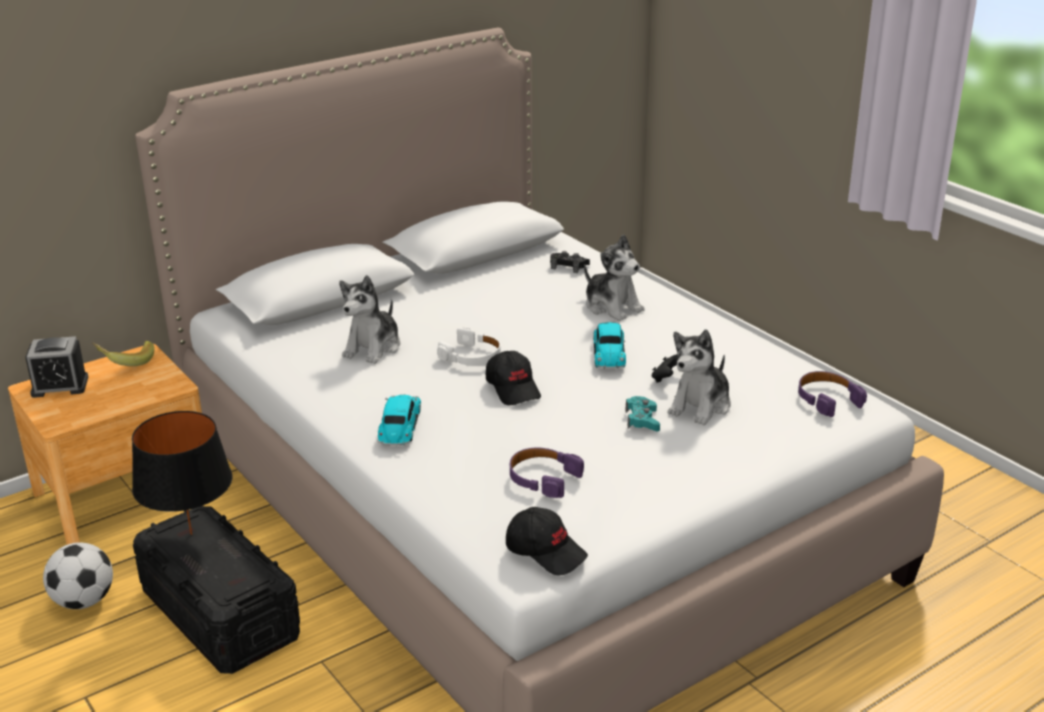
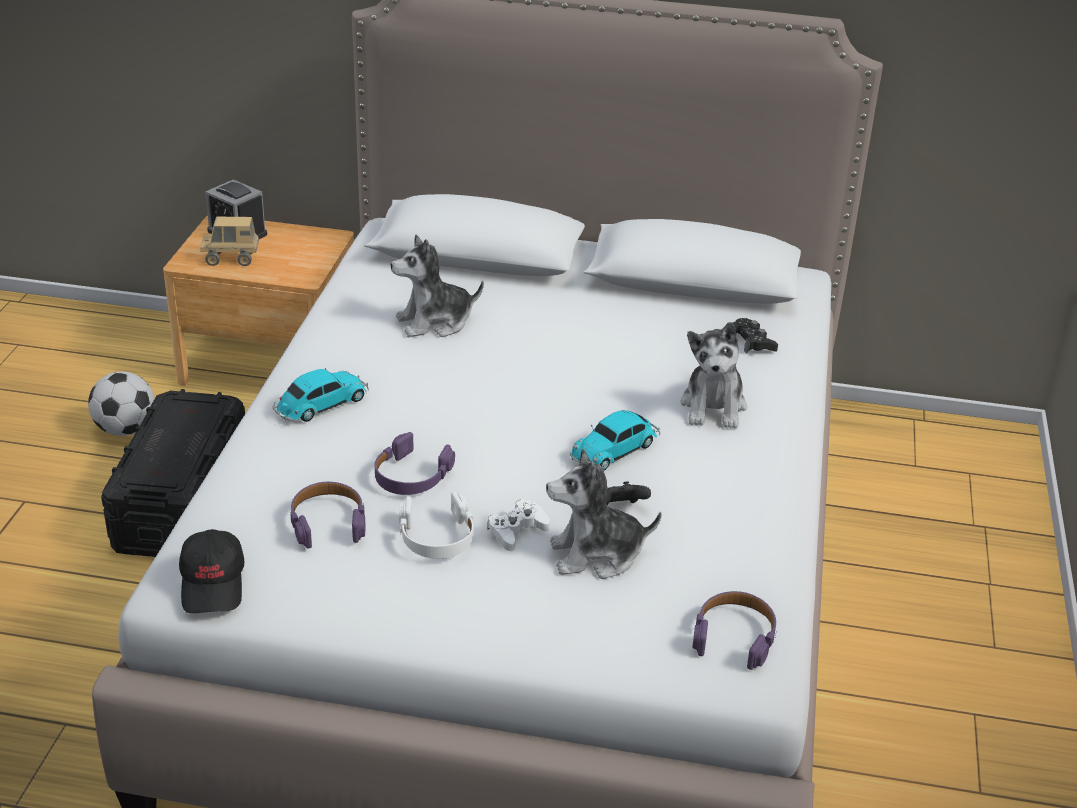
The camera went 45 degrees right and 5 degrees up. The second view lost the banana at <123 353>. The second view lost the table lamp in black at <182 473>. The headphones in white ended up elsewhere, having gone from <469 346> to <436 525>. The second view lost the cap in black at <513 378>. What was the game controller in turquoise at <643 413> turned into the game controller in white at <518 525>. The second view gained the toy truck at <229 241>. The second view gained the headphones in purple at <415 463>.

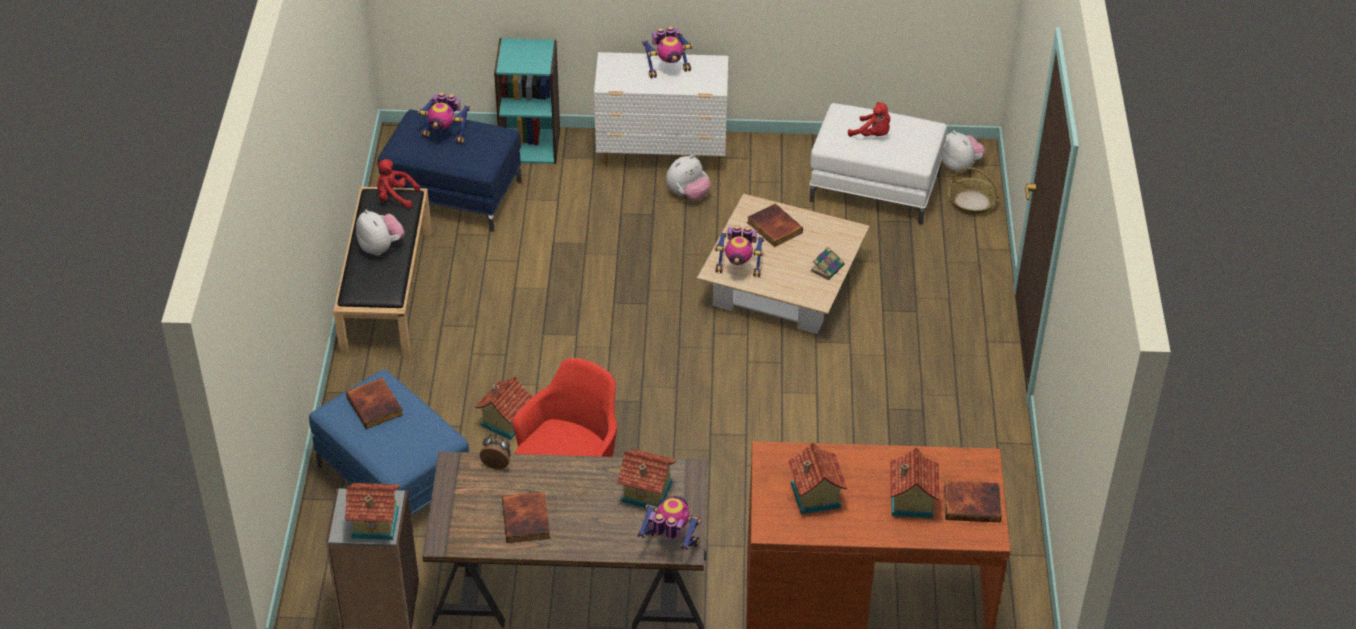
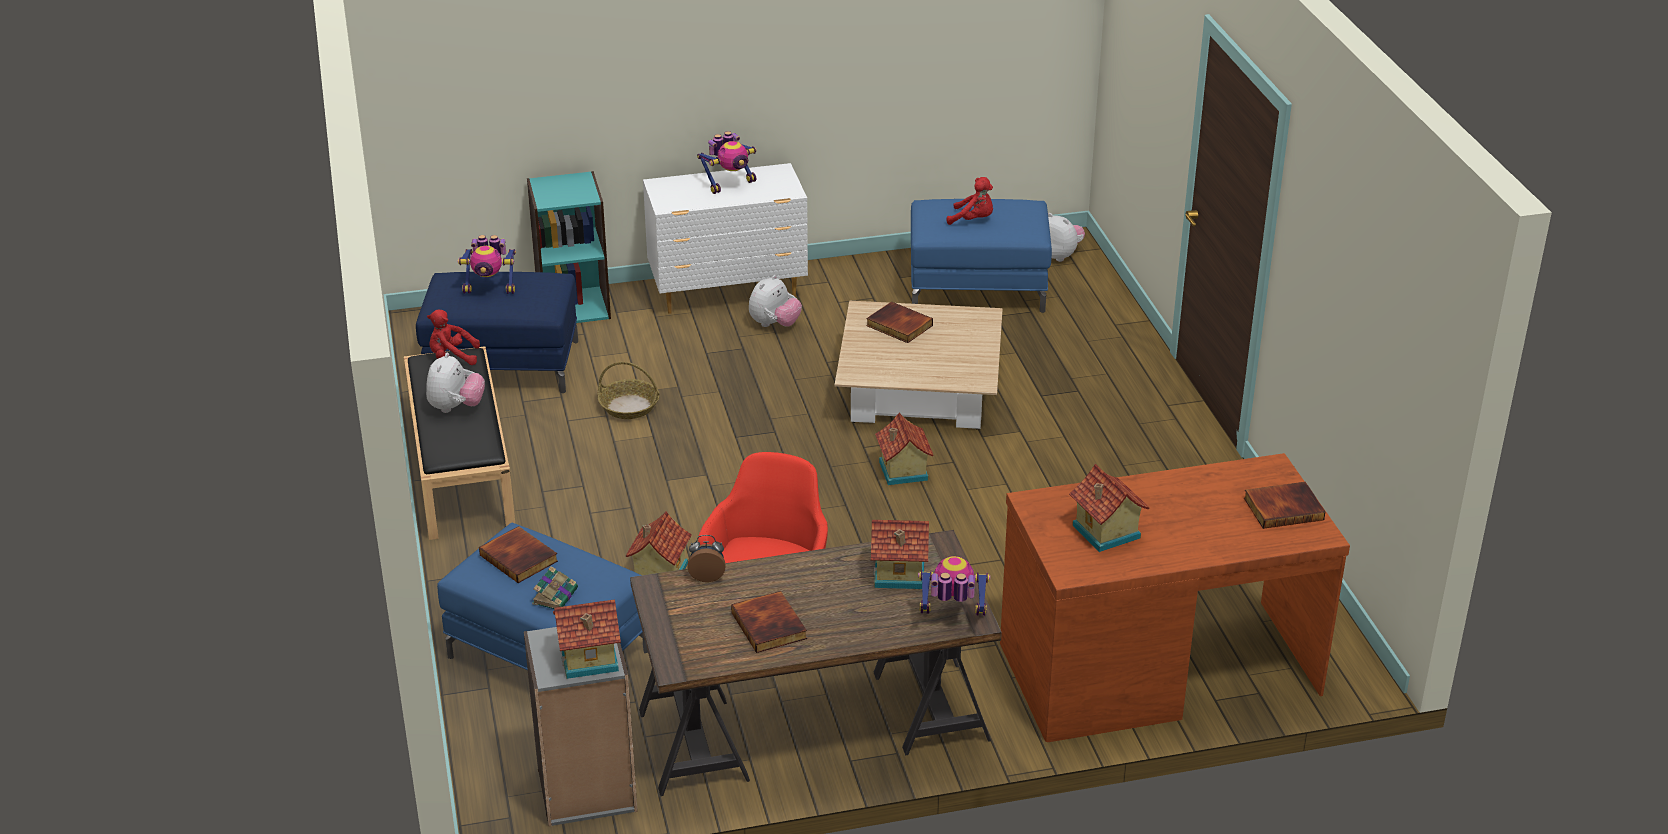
The camera went 15 degrees left and 10 degrees down. The plush toy at <380 233> ended up facing another way, 60 degrees clockwise from before. The second view lost the toy robot at <739 251>. What was the ottoman in white at <878 164> turned into the ottoman in blue at <981 256>. The book ended up elsewhere, having gone from <827 263> to <555 587>. The toy house ended up elsewhere, having gone from <915 482> to <904 449>. The basket ended up elsewhere, having gone from <973 190> to <629 390>.

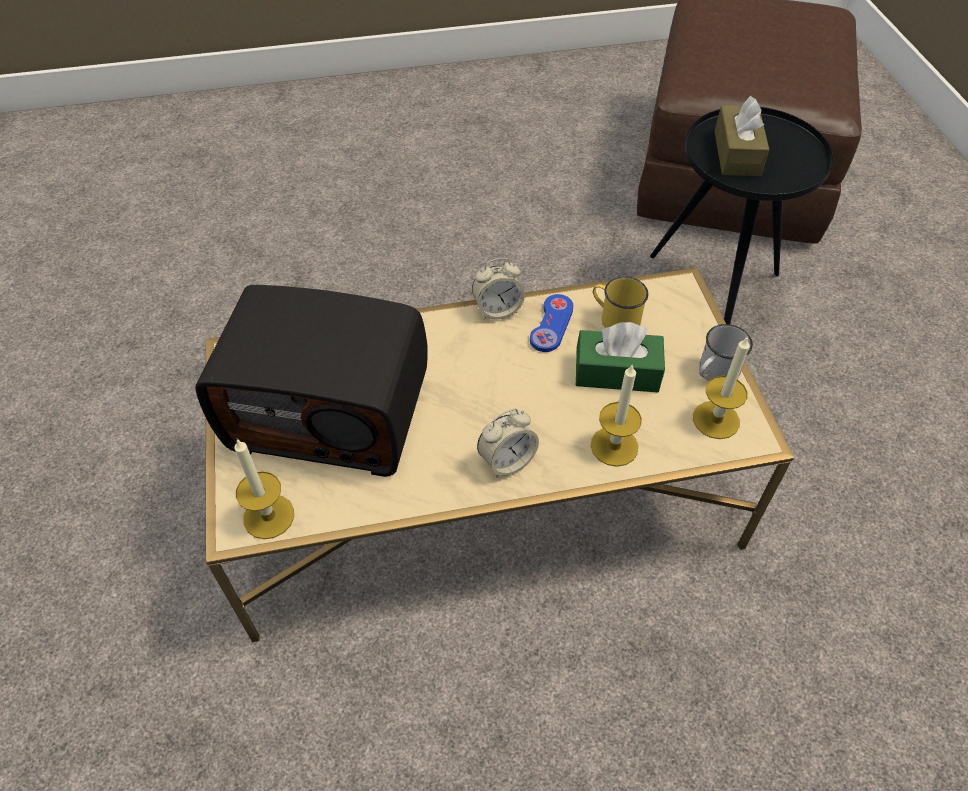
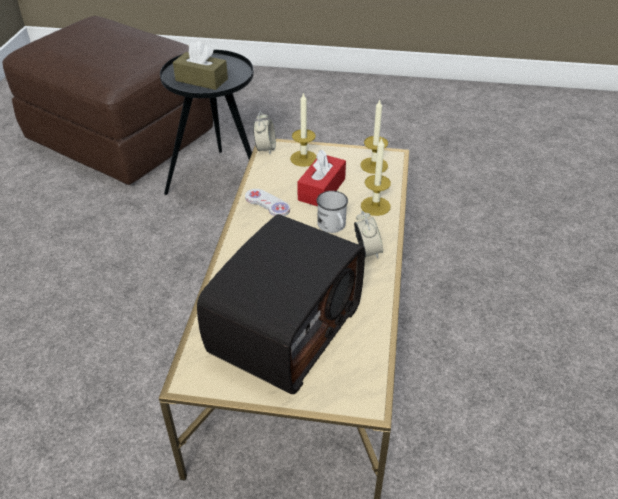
The camera went 70 degrees left and 10 degrees down. The candle ended up elsewhere, having gone from <264 489> to <303 129>. The alarm clock ended up elsewhere, having gone from <498 288> to <264 132>. What was the game controller in blue at <551 323> turned into the game controller in white at <267 202>. What was the tissue box in green at <620 357> turned into the tissue box in red at <321 178>. The second view lost the mug in yellow at <621 302>. The mug in white ended up elsewhere, having gone from <726 352> to <332 212>.

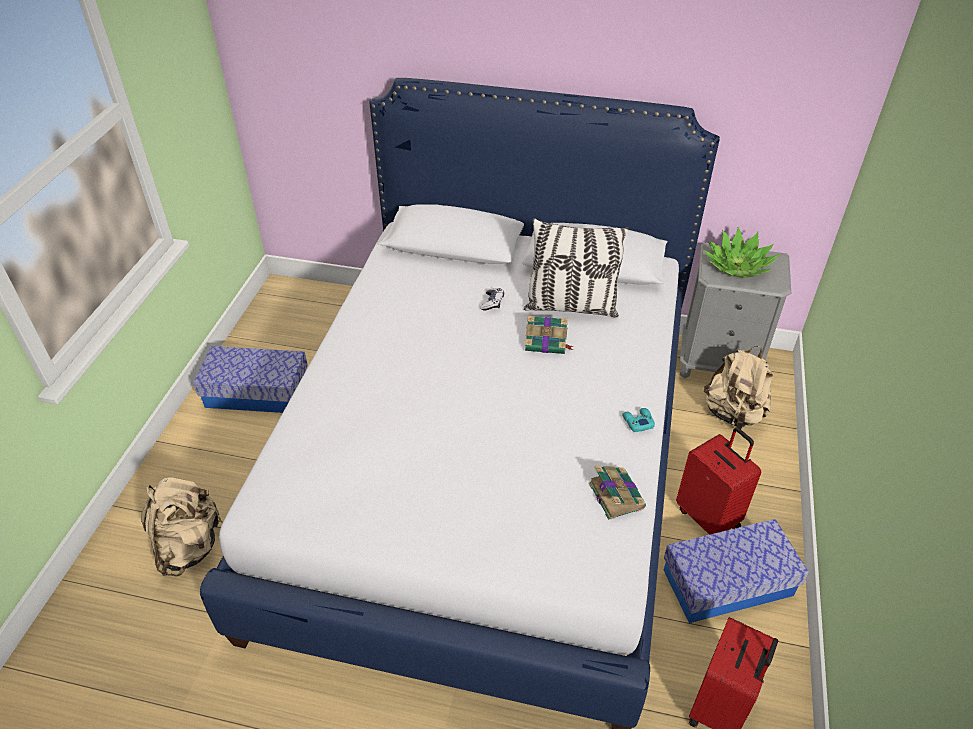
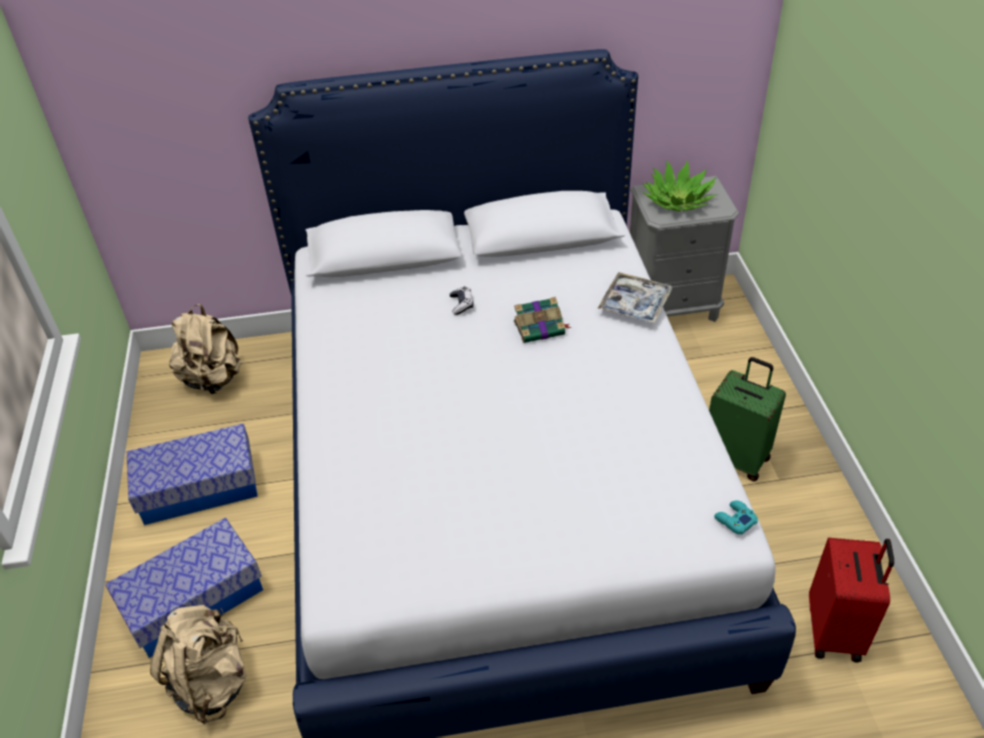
The camera went 20 degrees left and 0 degrees up. The second view lost the pillow at <576 267>. The second view lost the book at <617 493>. The game controller in turquoise ended up elsewhere, having gone from <638 420> to <736 517>. The storage box ended up elsewhere, having gone from <736 571> to <184 588>. What was the suitcase in red at <718 481> turned into the suitcase in green at <747 419>. The backpack in beige ended up elsewhere, having gone from <738 387> to <205 349>. The second view gained the tray at <634 298>.

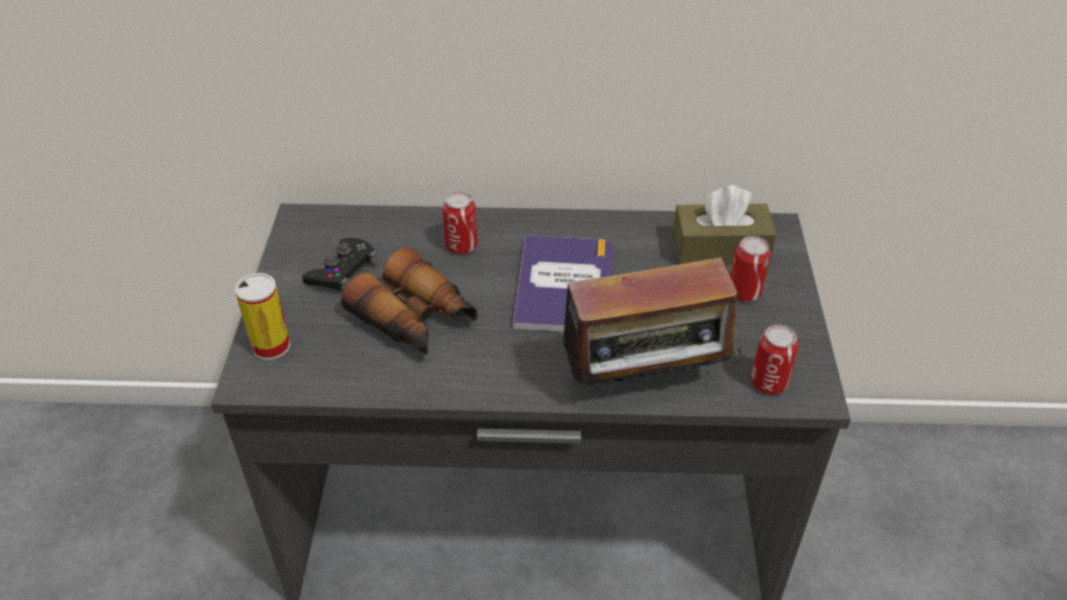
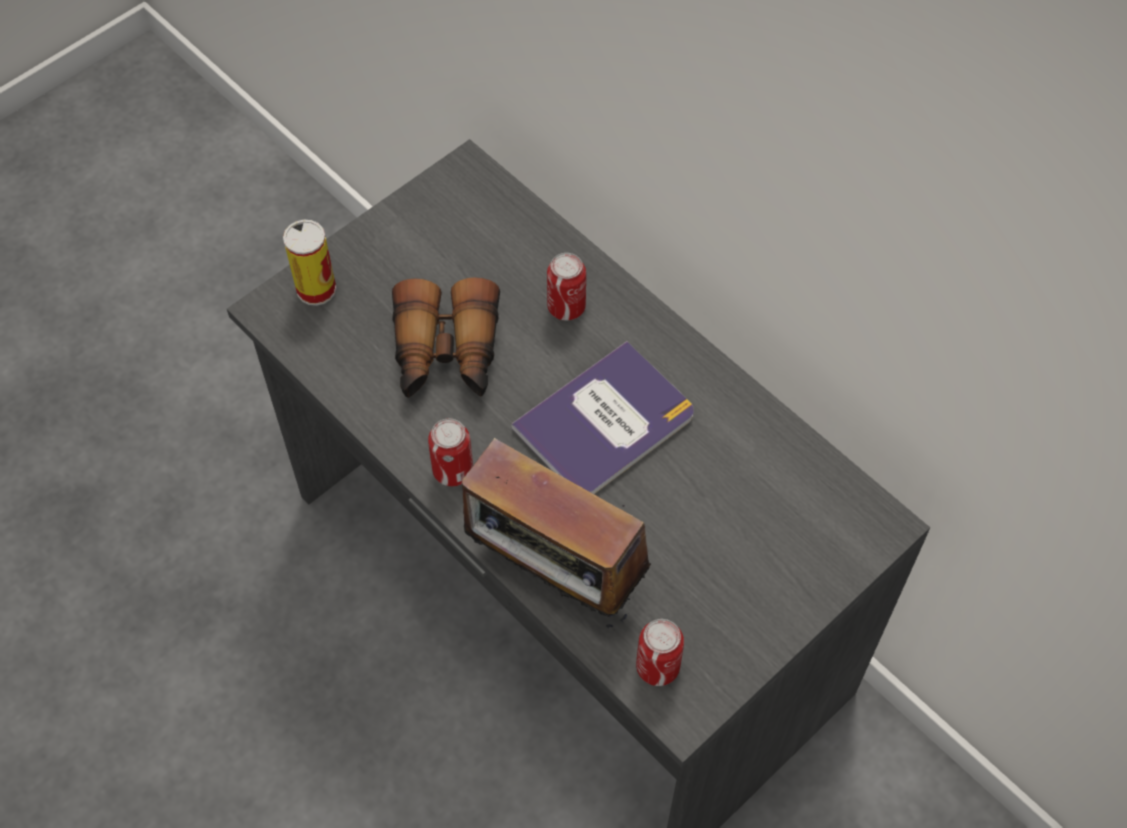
The camera went 45 degrees right and 15 degrees up. The second view lost the game controller in black at <340 265>. The second view lost the tissue box in brown at <725 225>. The can ended up elsewhere, having gone from <750 268> to <450 452>.

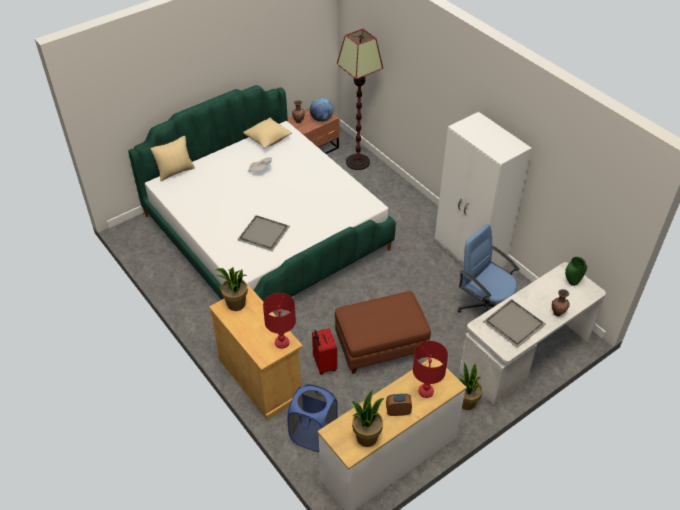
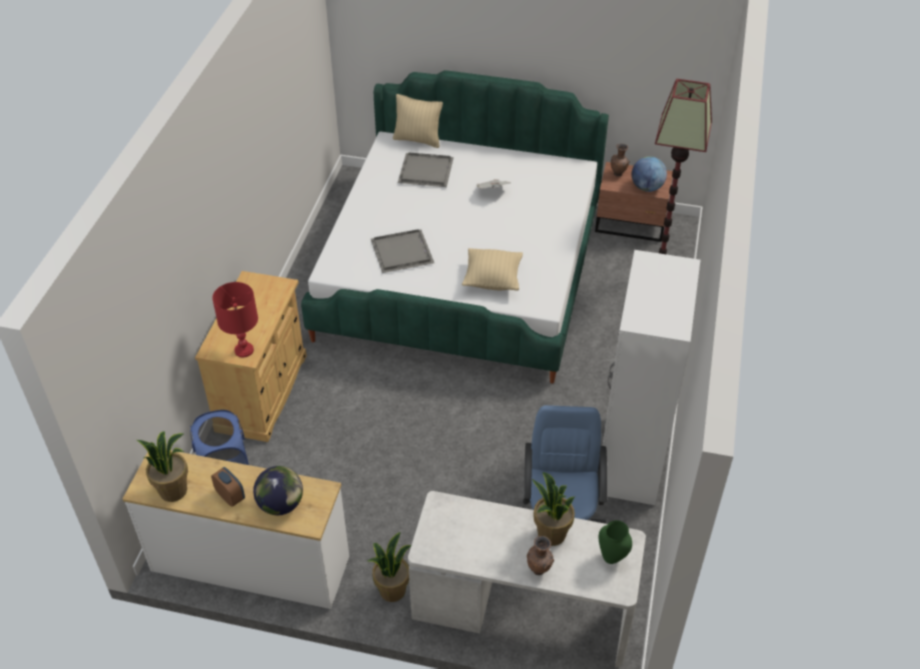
The camera went 50 degrees right and 0 degrees up. The potted plant ended up elsewhere, having gone from <231 289> to <553 509>. The pillow in beige ended up elsewhere, having gone from <267 133> to <492 269>. The second view lost the suitcase in red at <324 351>. The second view lost the ottoman in brown at <383 332>. Where the table lamp in red stood at <430 369>, the globe came to stand at <278 490>. The tray in grey ended up elsewhere, having gone from <514 323> to <426 169>.

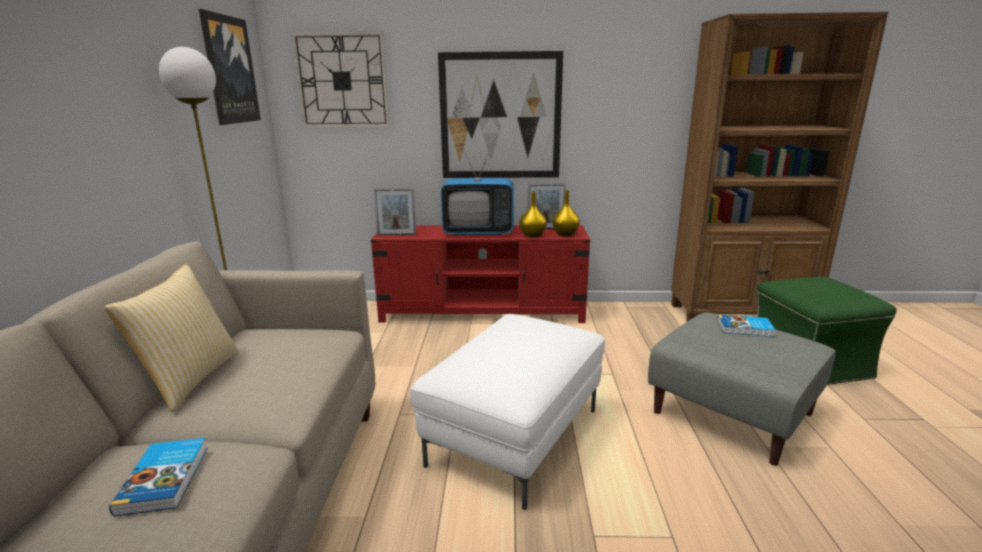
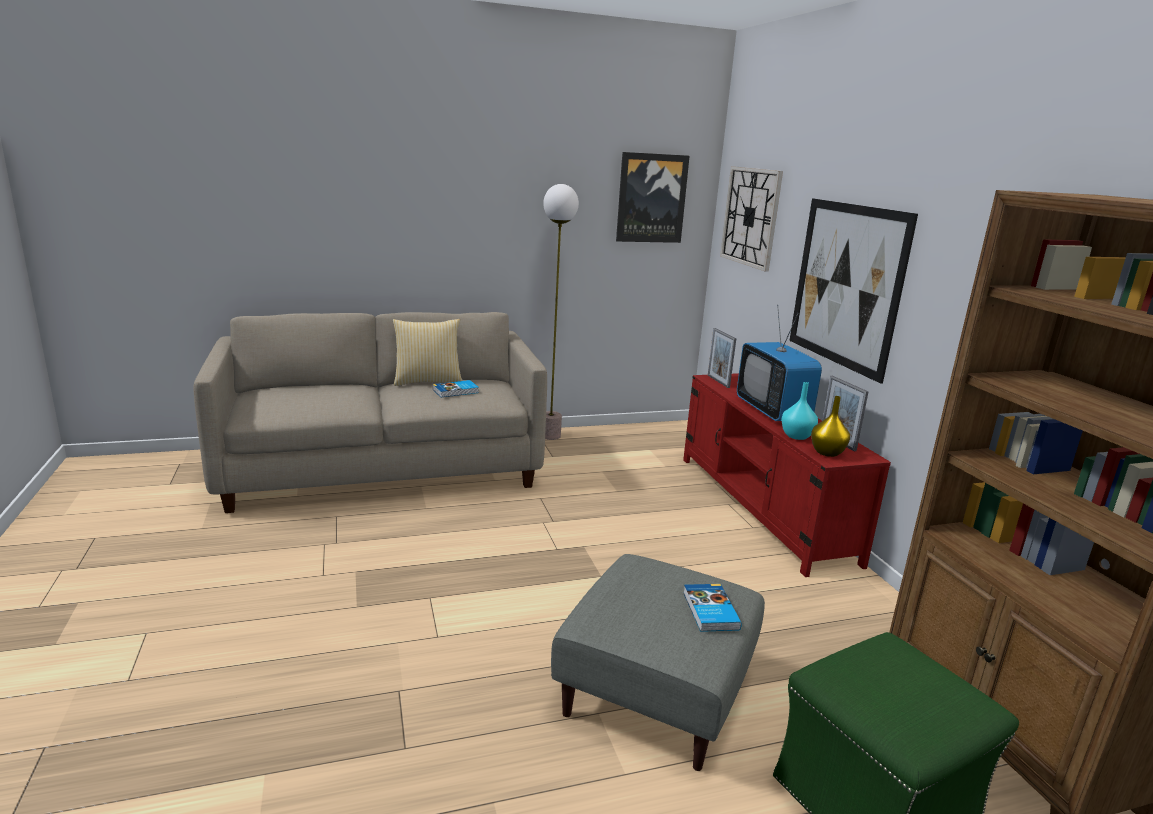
The camera went 70 degrees right and 0 degrees up. The book ended up elsewhere, having gone from <158 477> to <456 388>. The second view lost the ottoman in white at <507 412>. What was the vase in yellow at <533 214> turned into the vase in turquoise at <799 411>.

